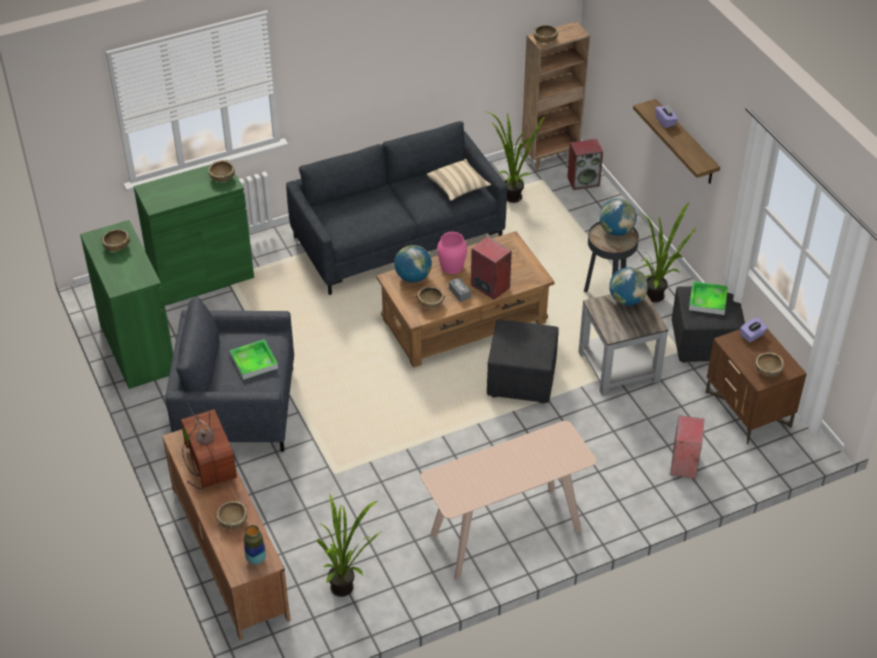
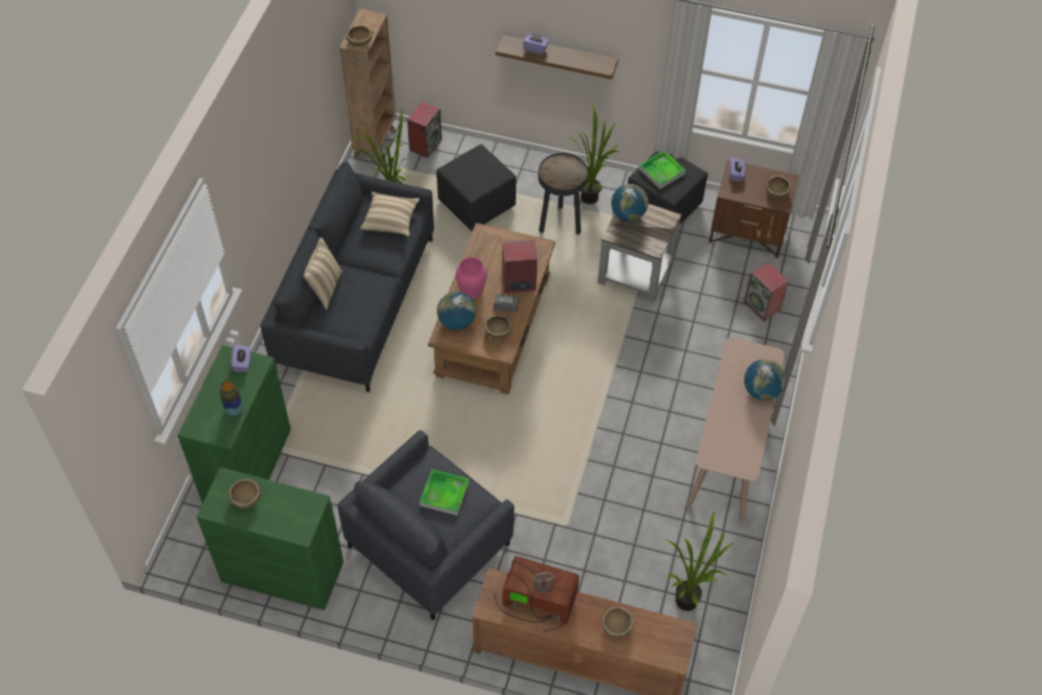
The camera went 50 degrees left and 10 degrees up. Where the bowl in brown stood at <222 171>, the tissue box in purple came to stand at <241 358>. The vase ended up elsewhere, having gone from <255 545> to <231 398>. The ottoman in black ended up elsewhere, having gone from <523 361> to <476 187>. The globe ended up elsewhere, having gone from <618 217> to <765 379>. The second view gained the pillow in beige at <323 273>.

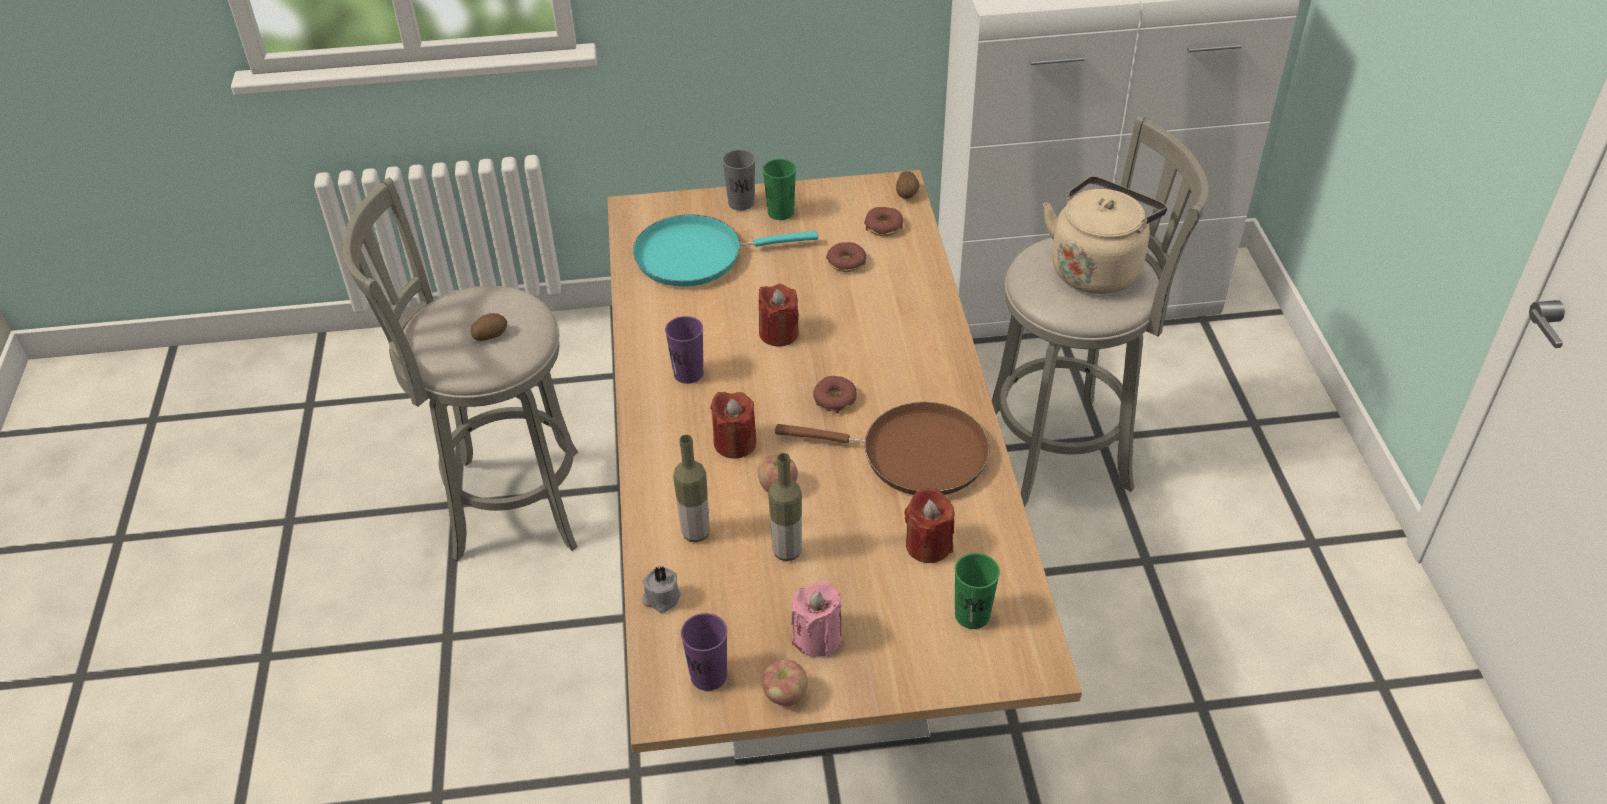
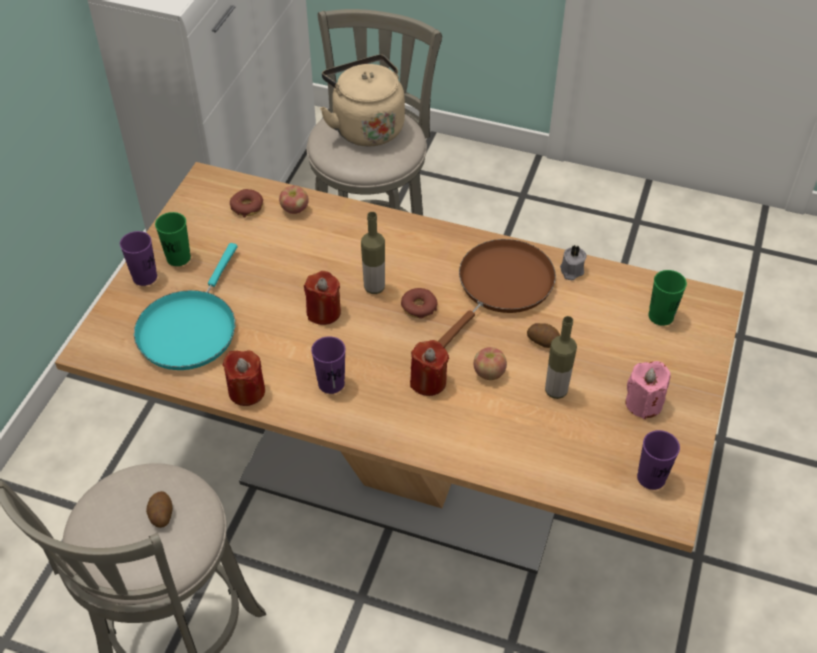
The camera went 65 degrees left and 5 degrees up. The candle in grey ended up elsewhere, having gone from <662 589> to <573 262>. The bottle ended up elsewhere, having gone from <691 488> to <373 253>. What was the cup in grey at <738 180> turned into the cup in purple at <138 258>. The apple ended up elsewhere, having gone from <785 683> to <294 199>. The second view lost the donut at <846 257>. The potato ended up elsewhere, having gone from <907 185> to <543 335>. The candle in red ended up elsewhere, having gone from <929 525> to <244 378>.

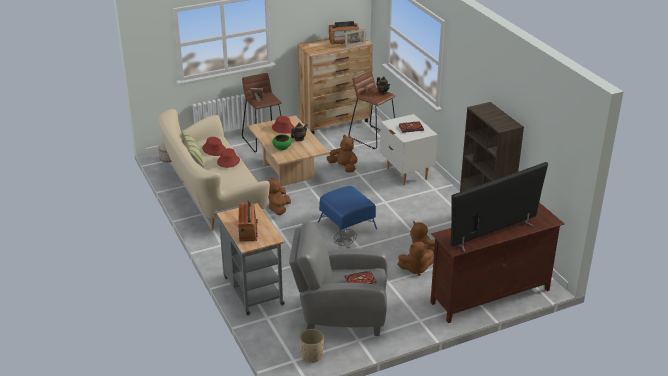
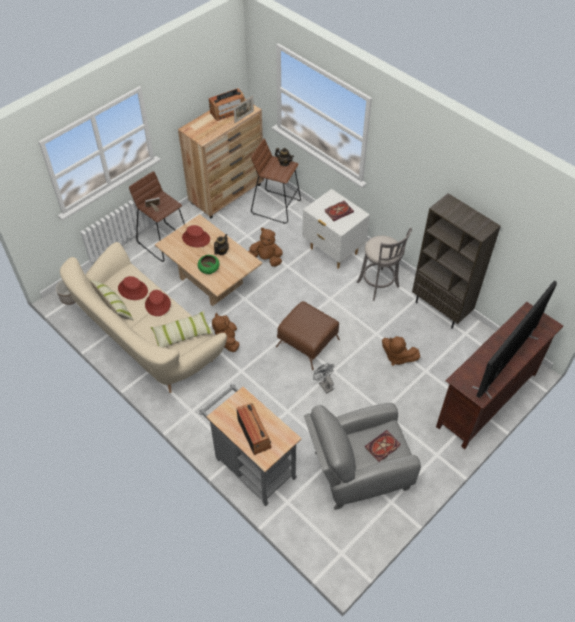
The camera went 20 degrees left and 20 degrees up. The second view lost the planter in beige at <312 346>. What was the ottoman in blue at <347 212> turned into the ottoman in brown at <308 335>. The second view lost the plush toy in brown at <415 258>. The second view gained the pillow at <182 329>. The second view gained the stool in grey at <384 264>.

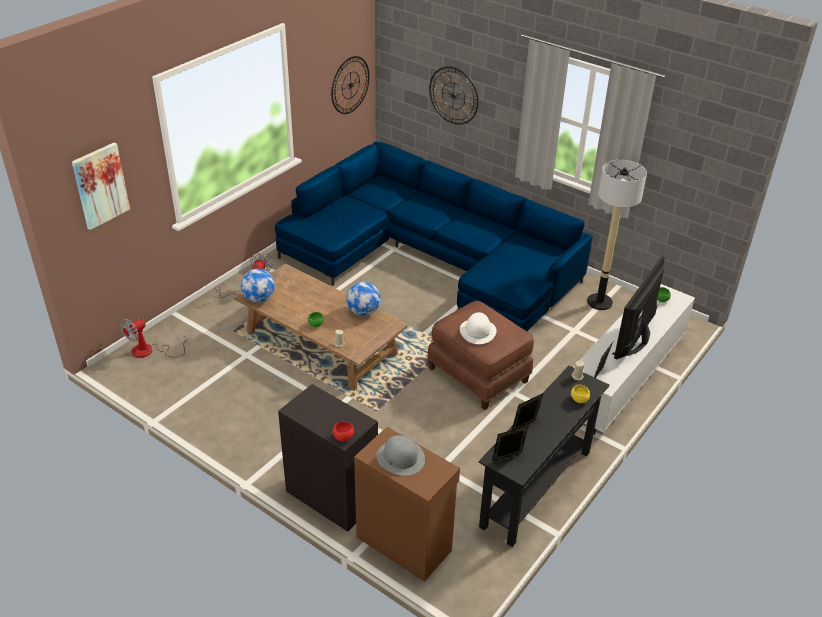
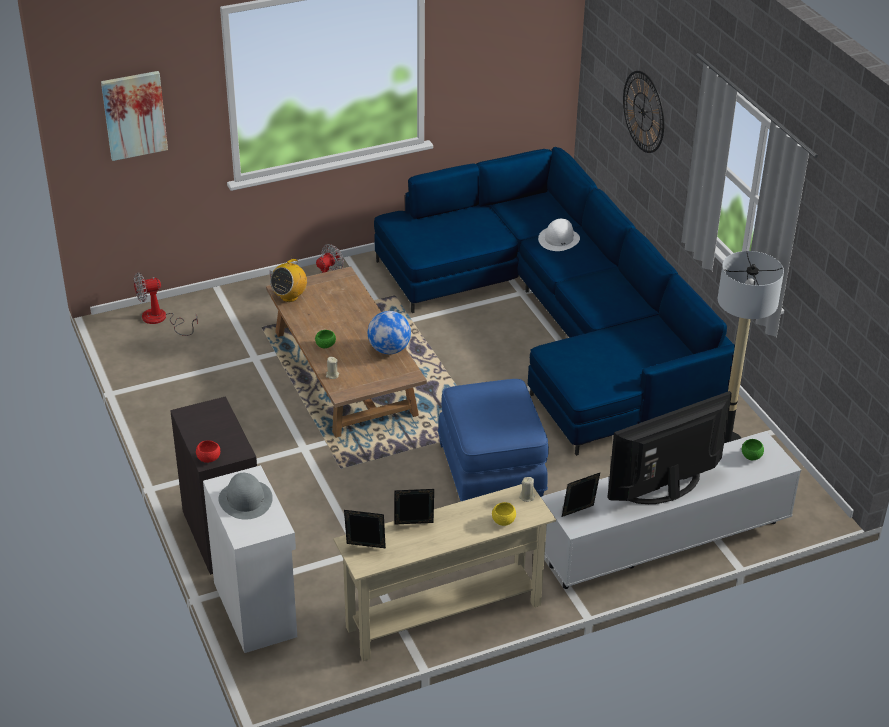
The camera went 30 degrees right and 0 degrees up. Where the globe stood at <258 285>, the radio came to stand at <288 280>. The second view lost the wall clock at <350 85>. What was the cabinet in brown at <407 504> turned into the cabinet in white at <250 559>. What was the ottoman in brown at <480 355> turned into the ottoman in blue at <493 440>. The hat in white ended up elsewhere, having gone from <478 328> to <559 235>. What was the console table in black at <544 456> turned into the console table in beige at <444 572>.

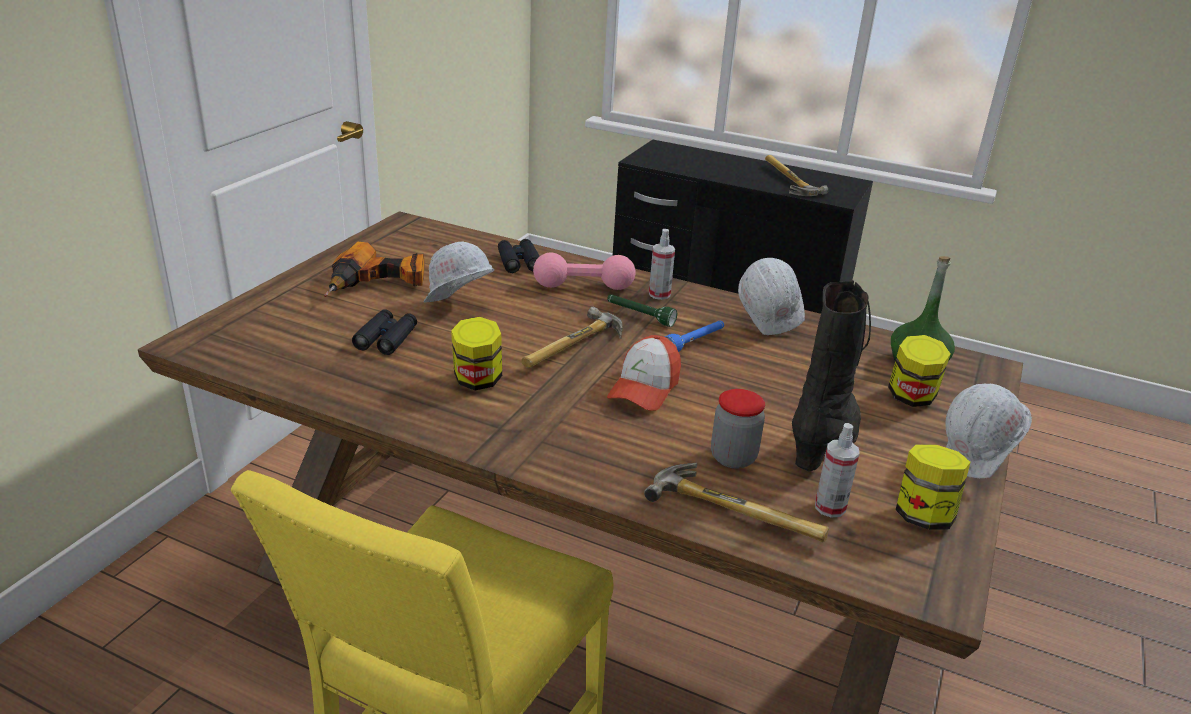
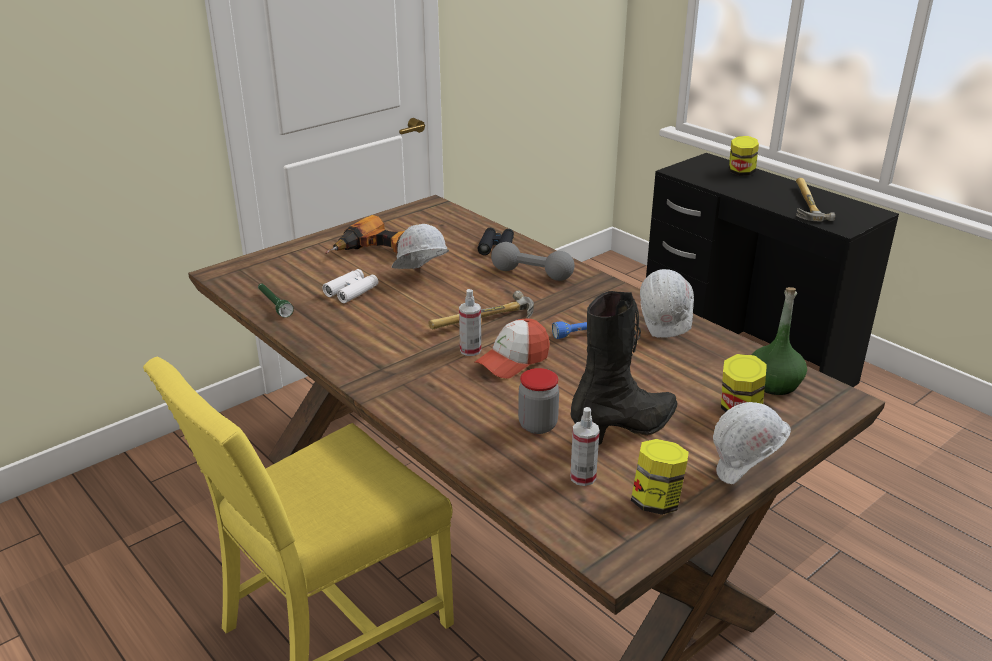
The camera went 25 degrees right and 0 degrees up. What was the binoculars in black at <384 332> turned into the binoculars in white at <350 286>. The jar ended up elsewhere, having gone from <476 354> to <744 156>. What was the dumbbell in pink at <584 271> turned into the dumbbell in grey at <533 261>. The flashlight in green ended up elsewhere, having gone from <642 310> to <276 300>. The second view lost the hammer at <736 502>. The spray bottle ended up elsewhere, having gone from <662 264> to <470 322>.

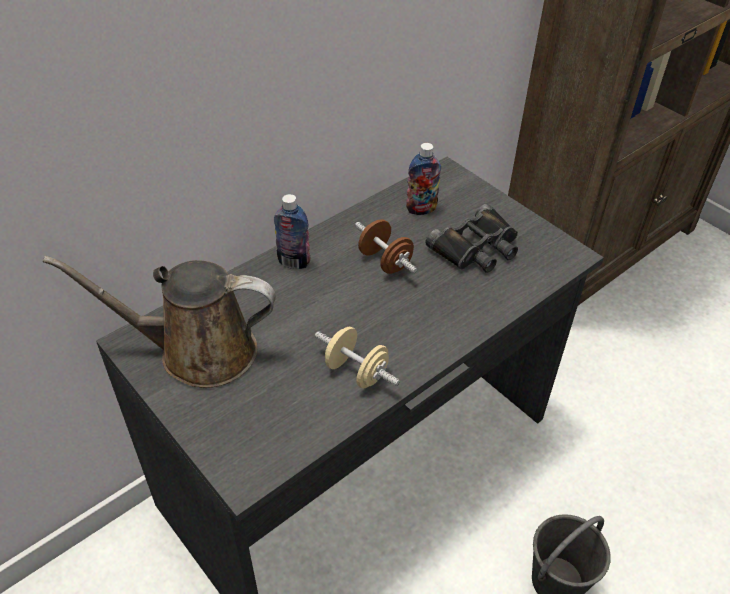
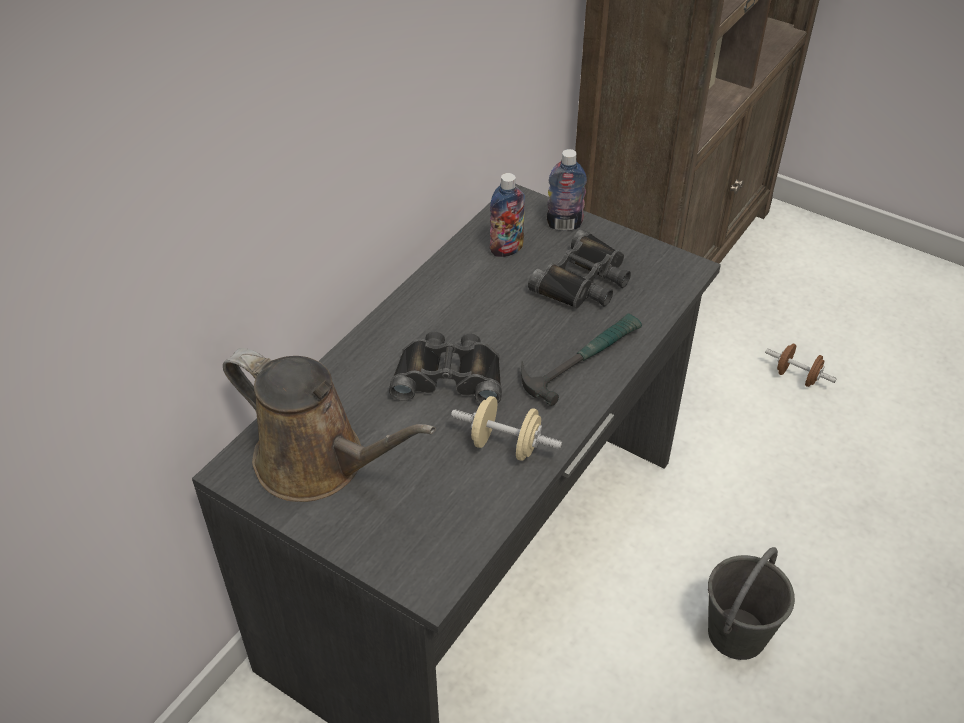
The camera went 15 degrees left and 0 degrees up. The watering can in brown at <159 322> ended up facing another way, 135 degrees counterclockwise from before. The bottle ended up elsewhere, having gone from <292 231> to <567 190>. The dumbbell in brown ended up elsewhere, having gone from <386 246> to <801 365>. The second view gained the binoculars in black at <445 368>. The second view gained the hammer at <581 360>.

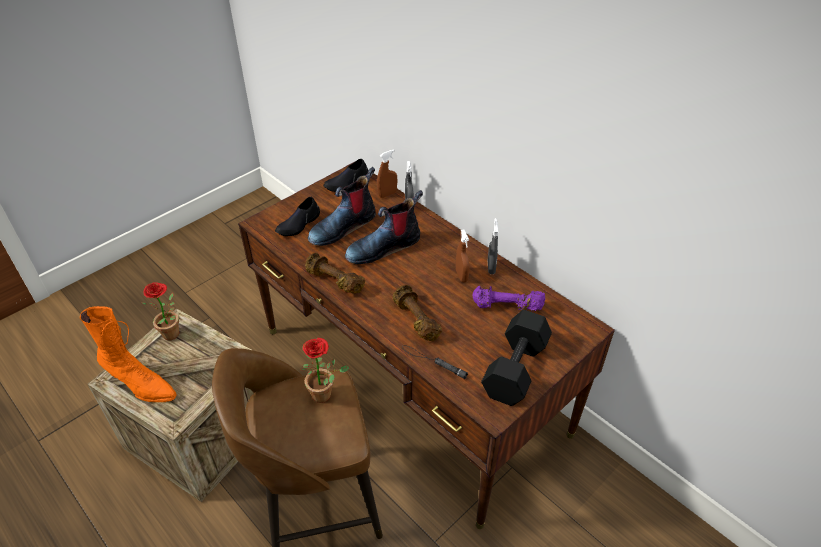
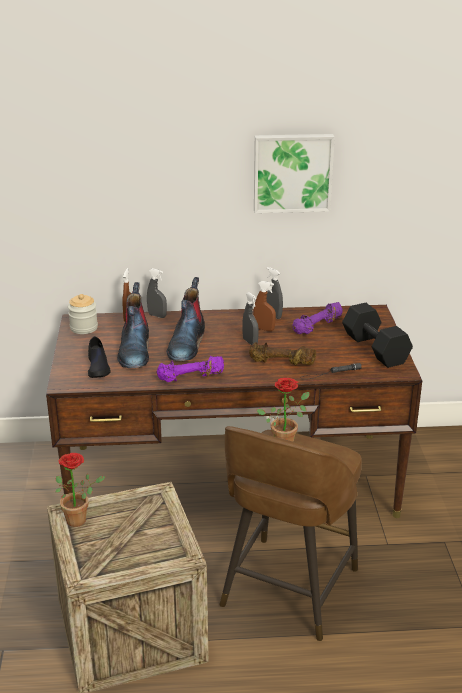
The camera went 50 degrees left and 15 degrees down. The second view lost the boot in orange at <128 354>. What was the dumbbell in brown at <335 273> turned into the dumbbell in purple at <190 369>. Where the shoe in black stood at <346 175>, the jar came to stand at <83 314>. The second view gained the spray bottle in grey at <250 318>. The second view gained the picture at <294 173>.

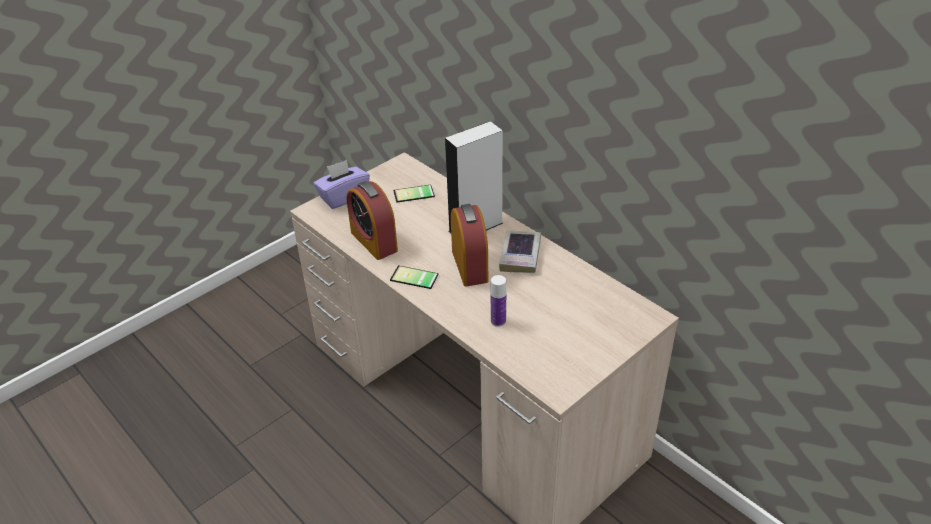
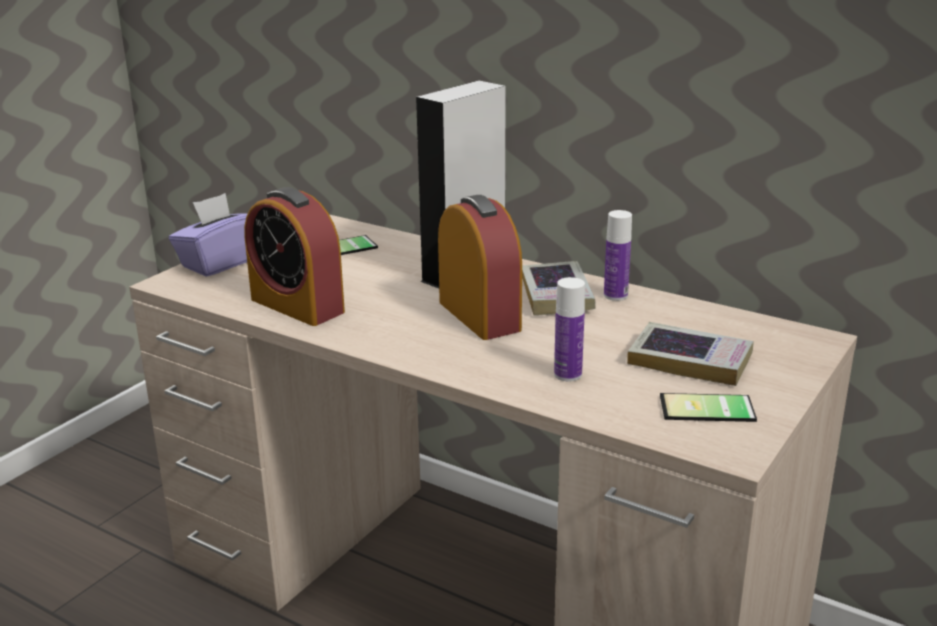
The camera went 15 degrees left and 15 degrees down. The phone ended up elsewhere, having gone from <414 277> to <708 407>. The second view gained the bottle at <618 255>. The second view gained the book at <690 354>.

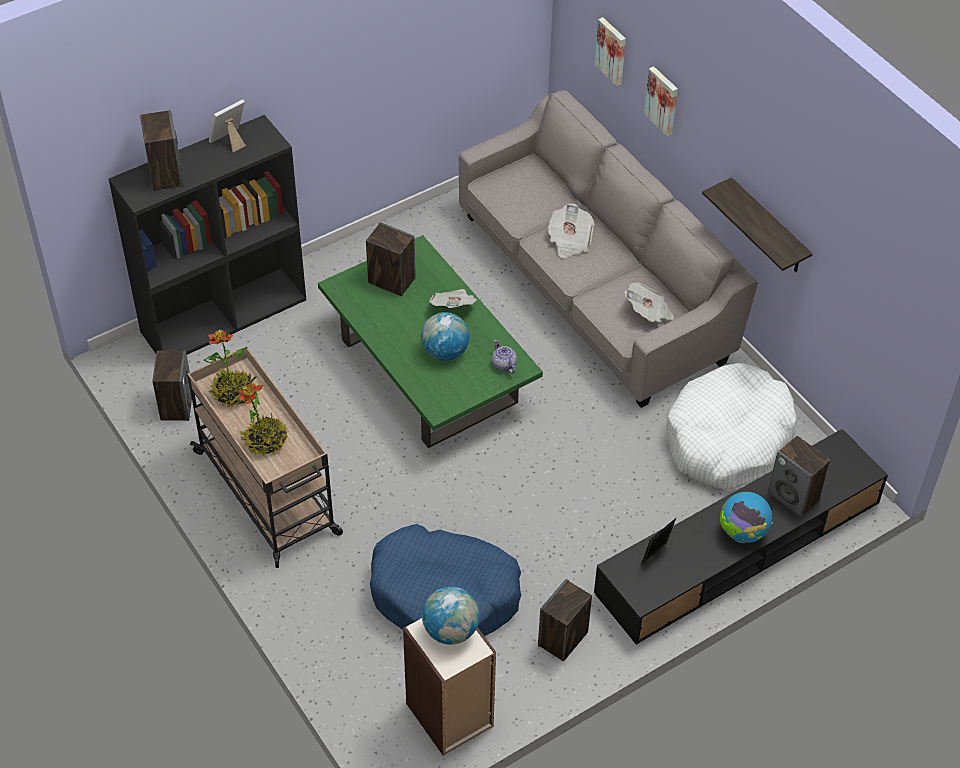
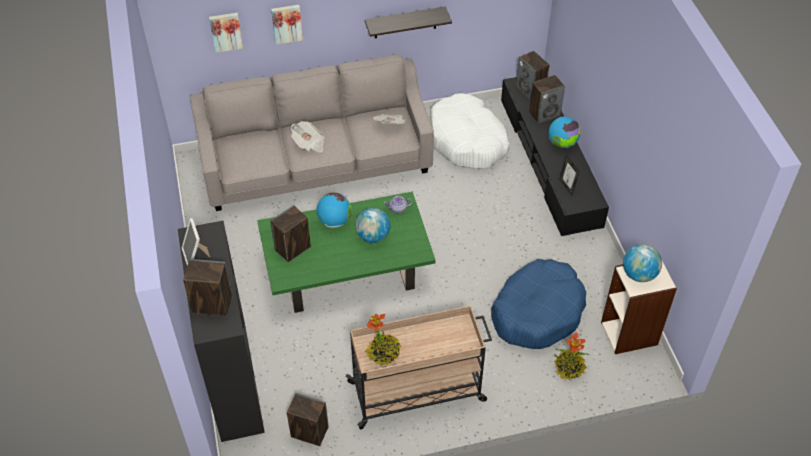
The camera went 70 degrees left and 0 degrees up. The potted plant ended up elsewhere, having gone from <263 420> to <572 356>. Where the newspaper stood at <453 298>, the globe came to stand at <334 210>. The speaker ended up elsewhere, having gone from <565 620> to <533 75>.

